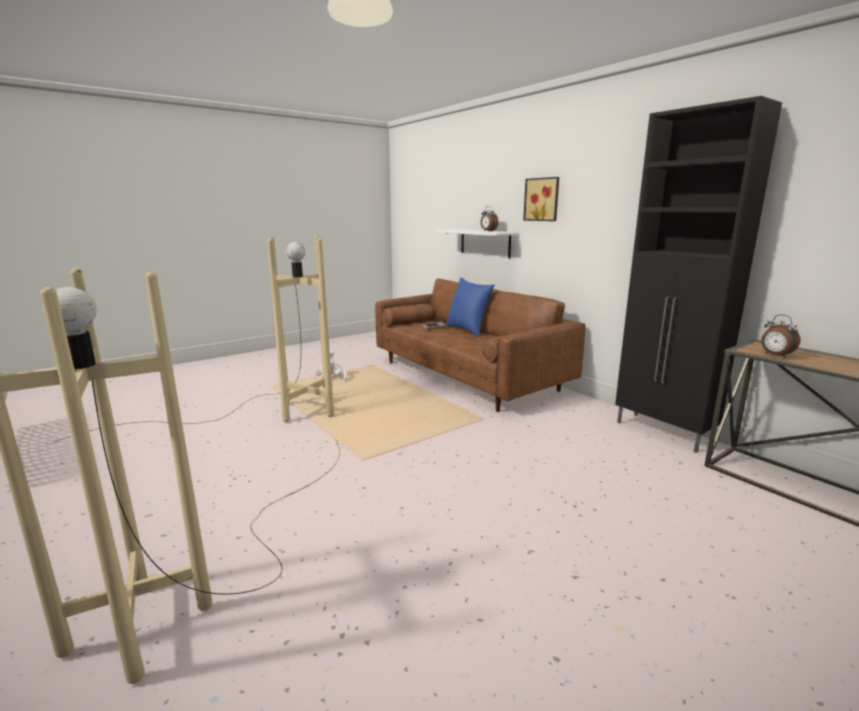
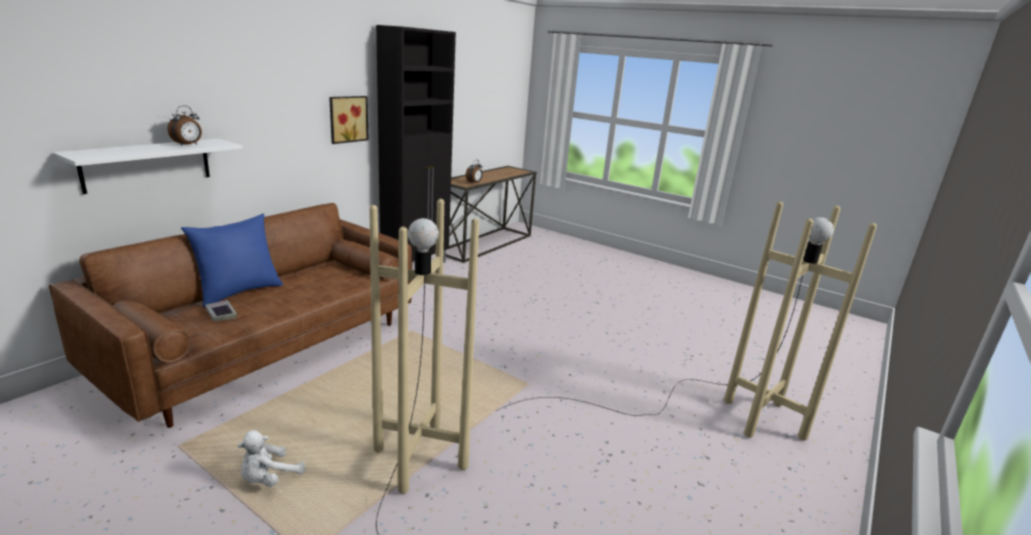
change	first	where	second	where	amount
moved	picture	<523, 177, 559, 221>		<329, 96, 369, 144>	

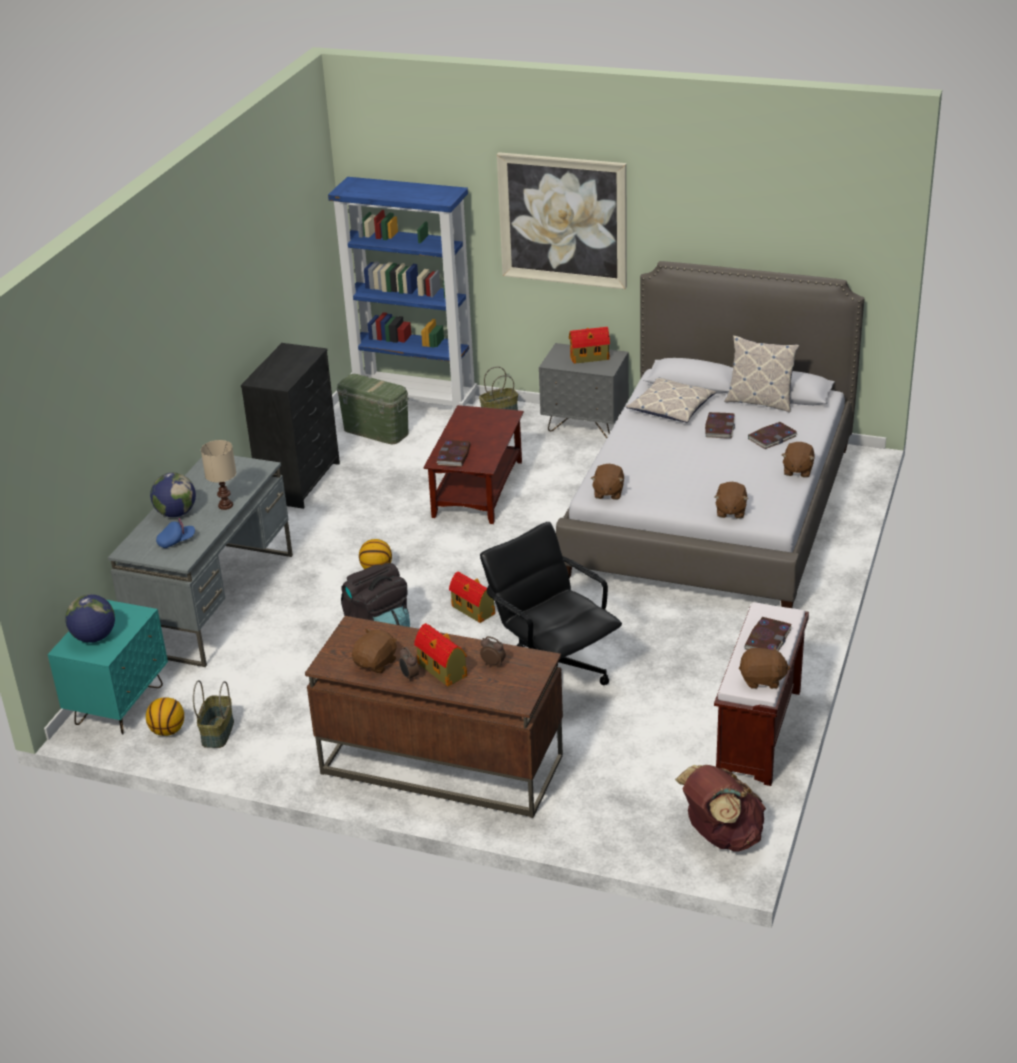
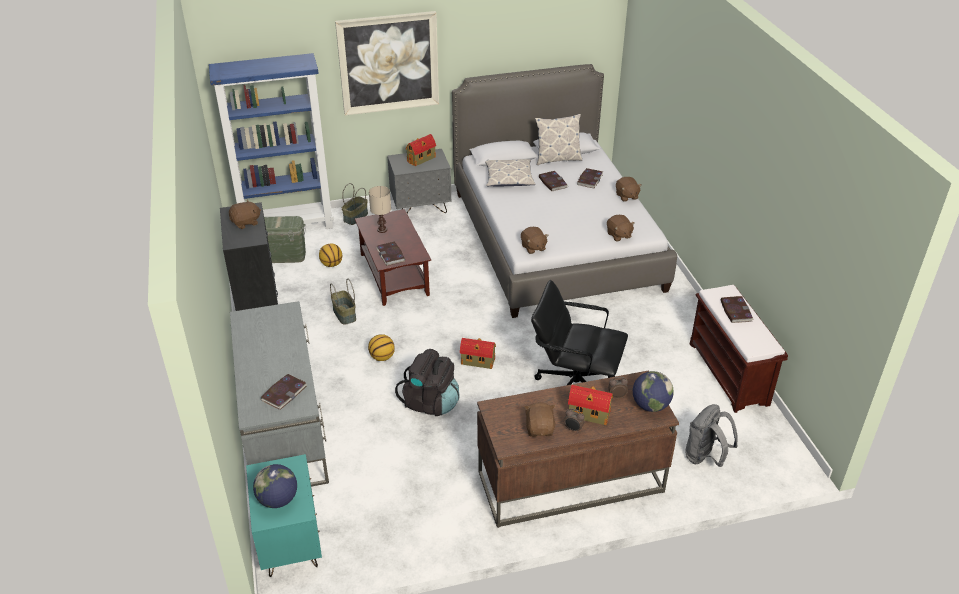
change	first	where	second	where	amount
removed	backpack in brown	<675, 765, 766, 851>			
added			backpack in grey	<685, 404, 738, 467>	
moved	basketball	<146, 697, 184, 736>		<319, 243, 342, 267>	
moved	globe	<150, 473, 196, 517>		<633, 371, 674, 412>	
moved	basket	<193, 680, 234, 748>		<330, 278, 356, 325>	
moved	table lamp in beige	<201, 440, 236, 510>		<369, 186, 391, 233>	
moved	plush toy in brown	<739, 646, 790, 689>		<229, 199, 261, 229>	
replaced	cap in blue	<156, 518, 195, 548>	book	<261, 374, 307, 410>	

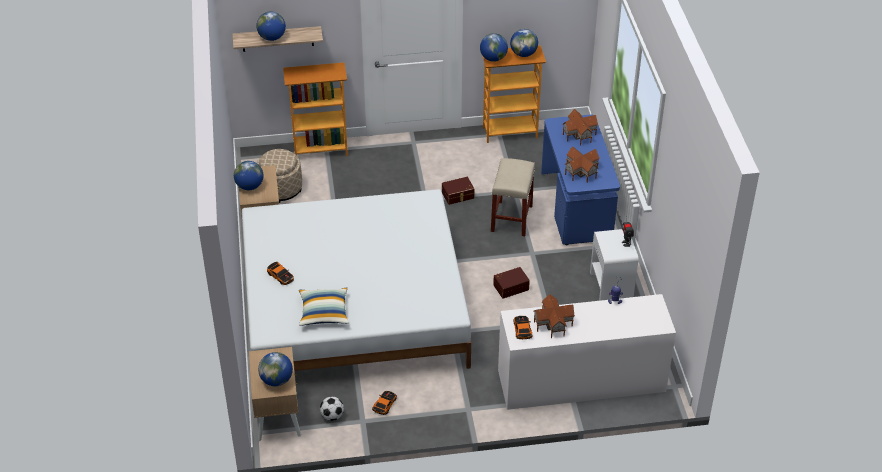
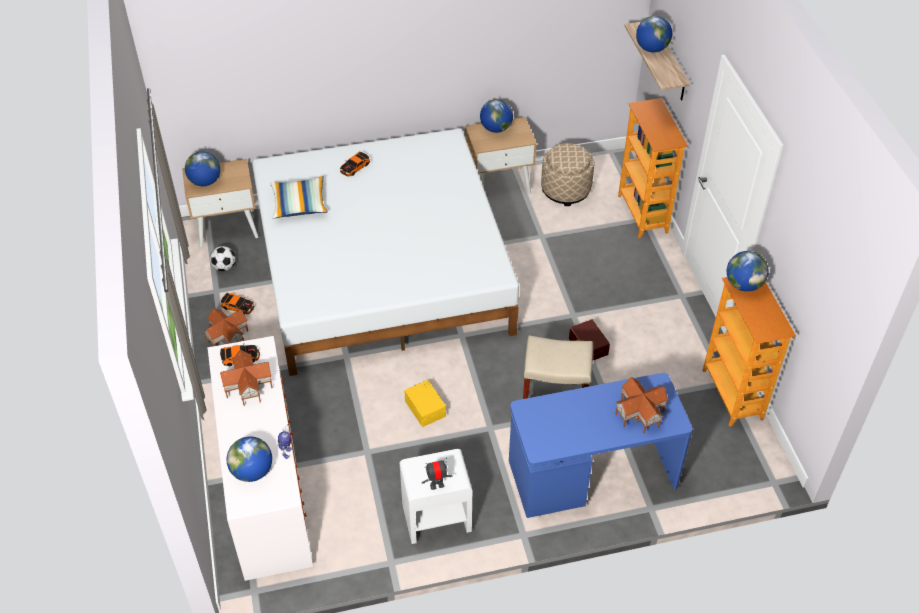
change	first	where	second	where	amount
moved	globe	<510, 29, 538, 57>		<227, 436, 272, 482>	
moved	toy house	<565, 146, 600, 183>		<203, 308, 248, 346>	
recoloured	storage box in brown	<493, 267, 530, 299>	storage box in yellow	<405, 380, 446, 427>	

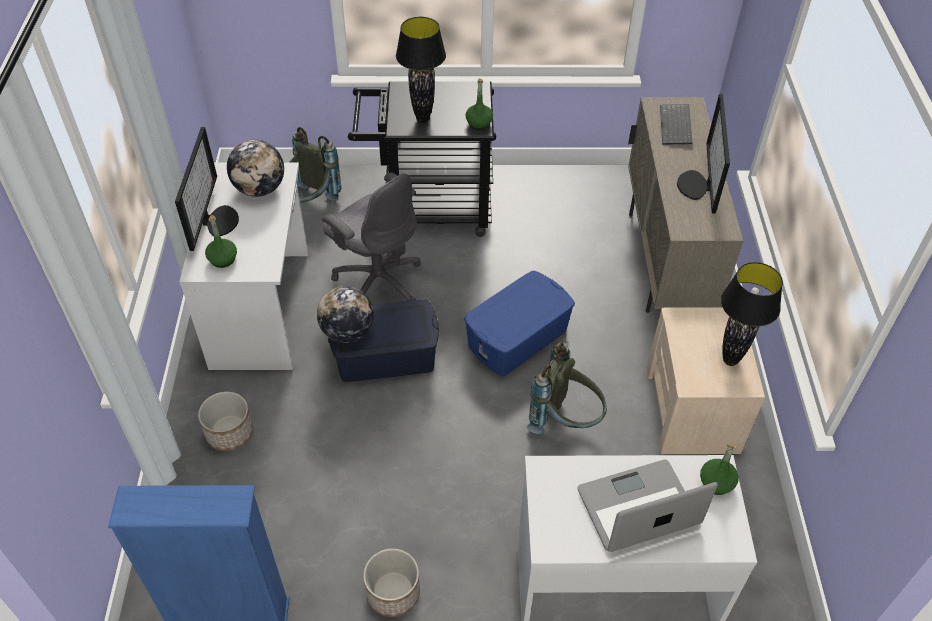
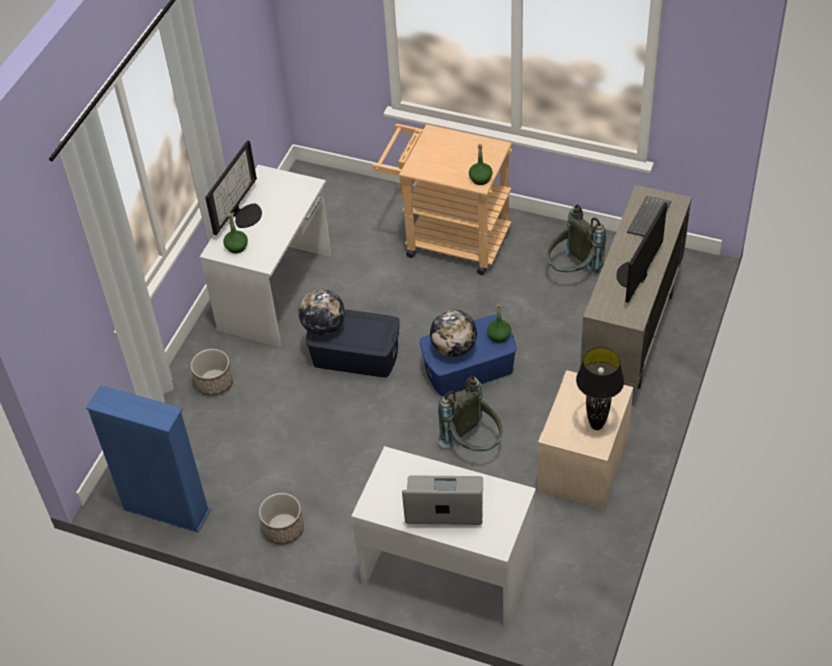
change	first	where	second	where	amount
removed	office chair in grey	<322, 173, 421, 301>			
removed	table lamp in black	<396, 17, 446, 123>			
moved	globe	<227, 140, 284, 197>		<430, 310, 477, 357>	
moved	backpack in grey	<290, 127, 341, 203>		<547, 205, 606, 274>	
moved	bottle in green	<700, 442, 739, 495>		<487, 304, 511, 343>	
recoloured	cart in black	<348, 81, 496, 237>	cart in beige	<372, 124, 512, 275>	

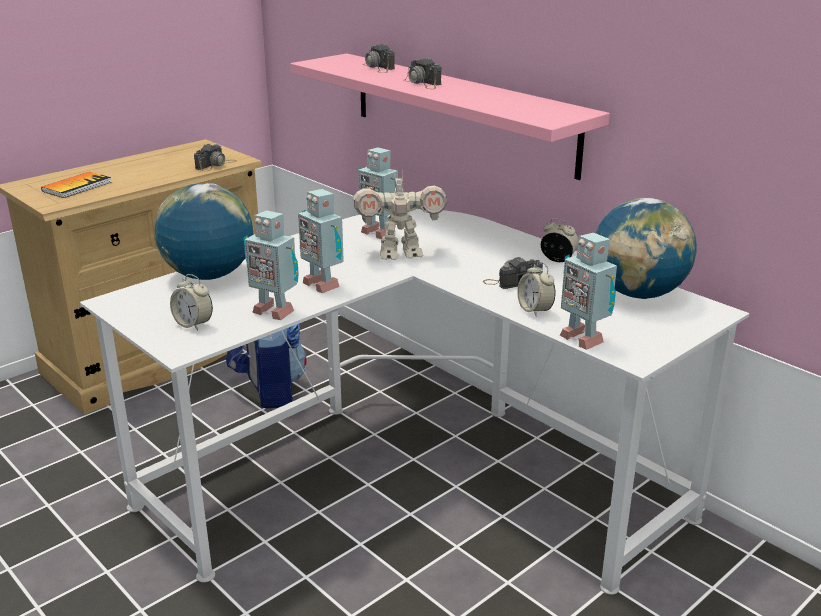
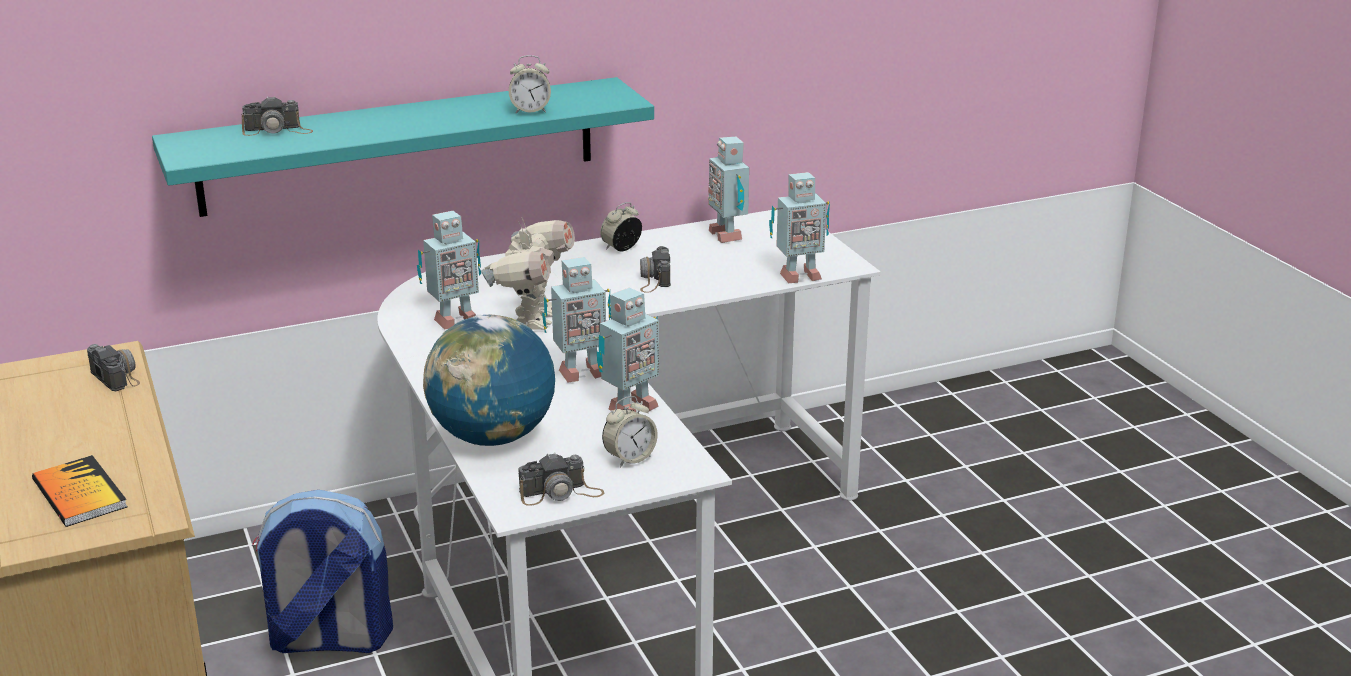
change	first	where	second	where	amount
moved	photo camera	<403, 57, 441, 89>		<518, 452, 604, 506>	
moved	alarm clock	<517, 261, 556, 316>		<509, 55, 551, 113>	
replaced	globe	<596, 198, 697, 299>	toy robot	<708, 137, 749, 243>	
recoloured	shelf in pink	<290, 53, 610, 180>	shelf in turquoise	<152, 77, 654, 217>	

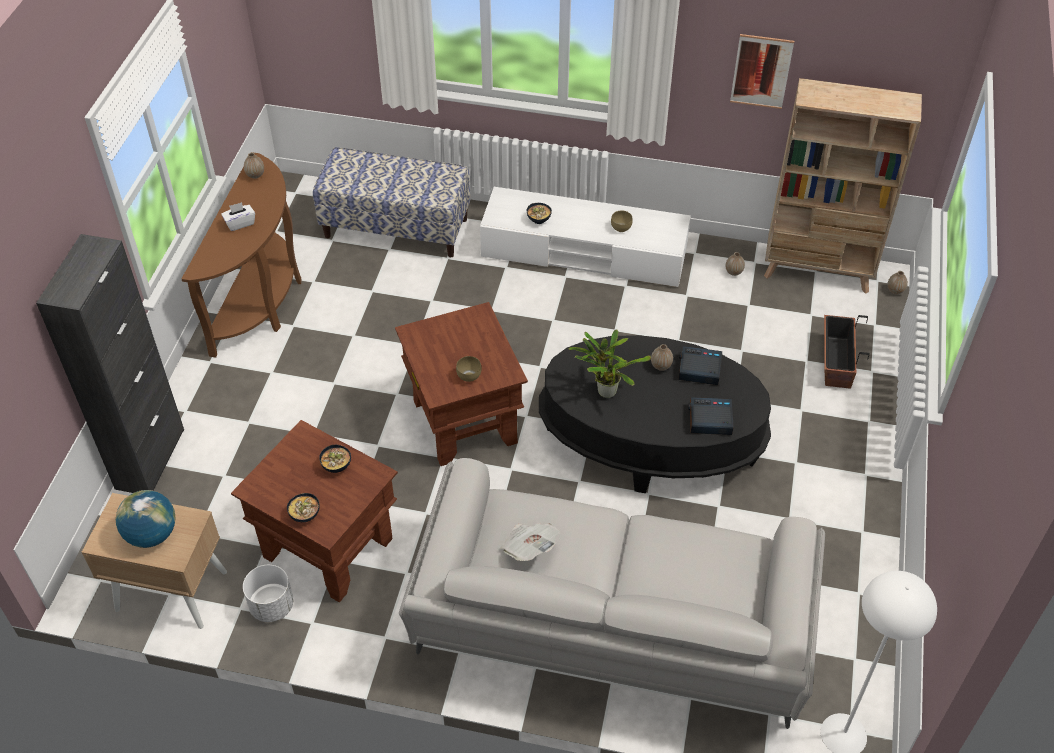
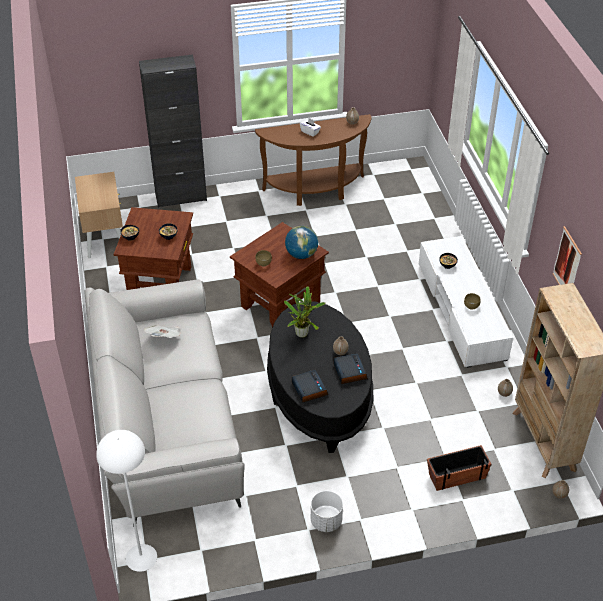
change	first	where	second	where	amount
removed	bench	<313, 147, 470, 257>			
moved	globe	<116, 490, 176, 548>		<285, 226, 318, 259>	
moved	planter in white	<243, 565, 293, 622>		<311, 491, 343, 532>	

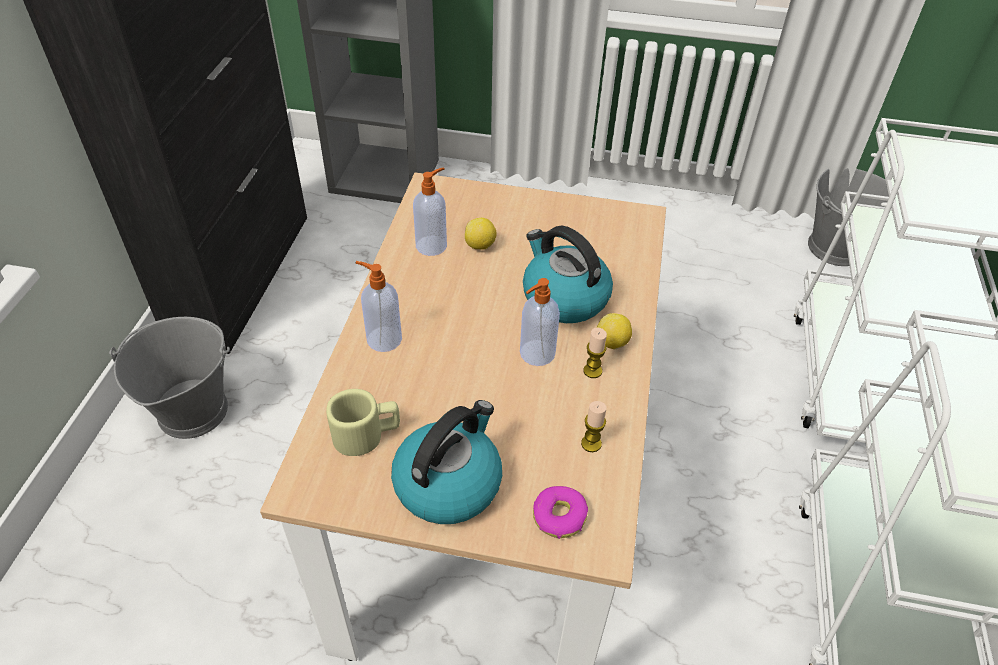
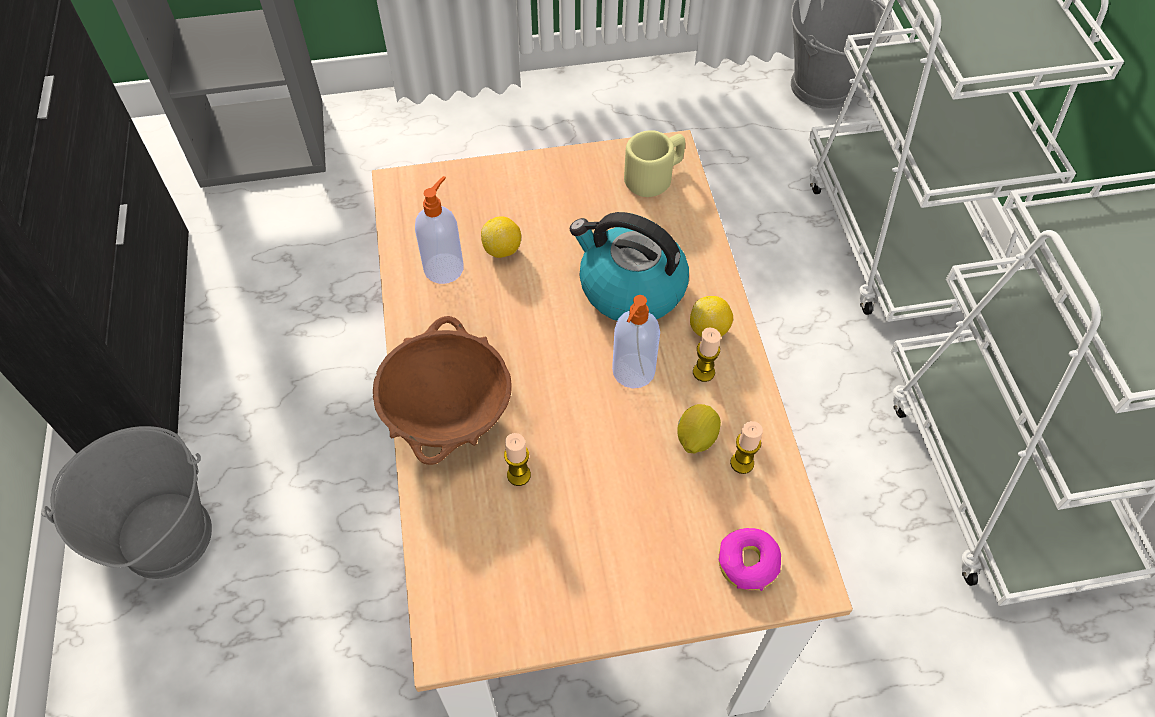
change	first	where	second	where	amount
removed	kettle	<391, 400, 502, 524>			
added			candle	<504, 433, 531, 486>	
added			lemon	<677, 404, 721, 453>	
moved	mug in beige	<326, 389, 400, 456>		<624, 130, 685, 197>	
replaced	soap dispenser	<355, 261, 402, 352>	bowl in brown	<373, 316, 512, 465>	

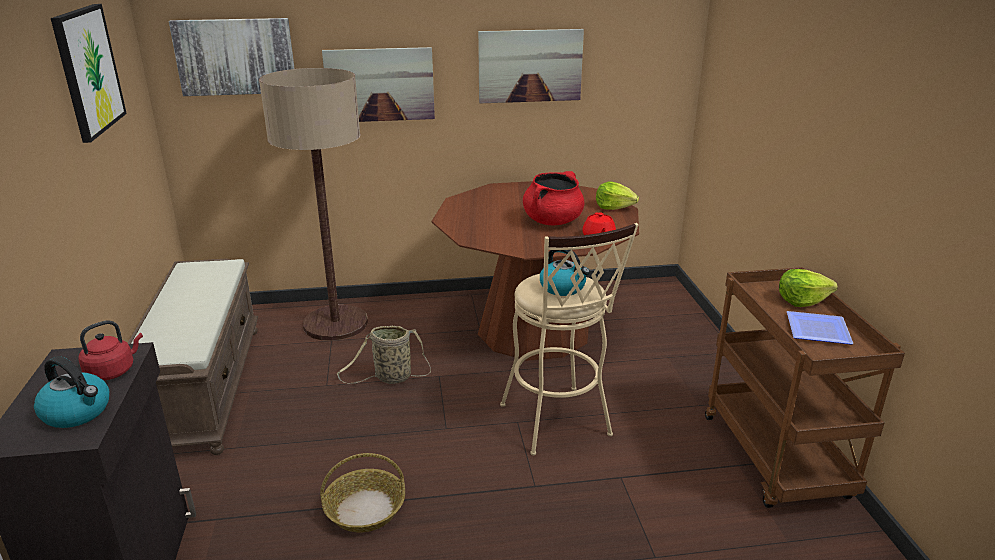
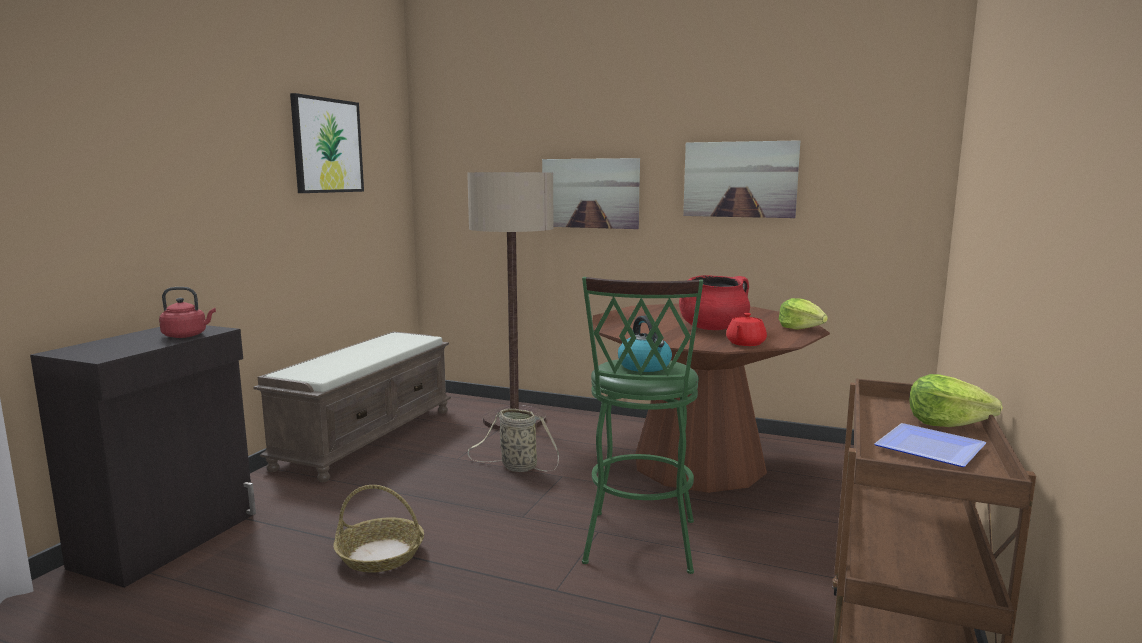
change	first	where	second	where	amount
removed	kettle	<34, 356, 109, 428>			
removed	picture	<169, 18, 295, 96>			
recoloured	stool in beige	<500, 223, 638, 455>	stool in green	<582, 277, 703, 574>	

